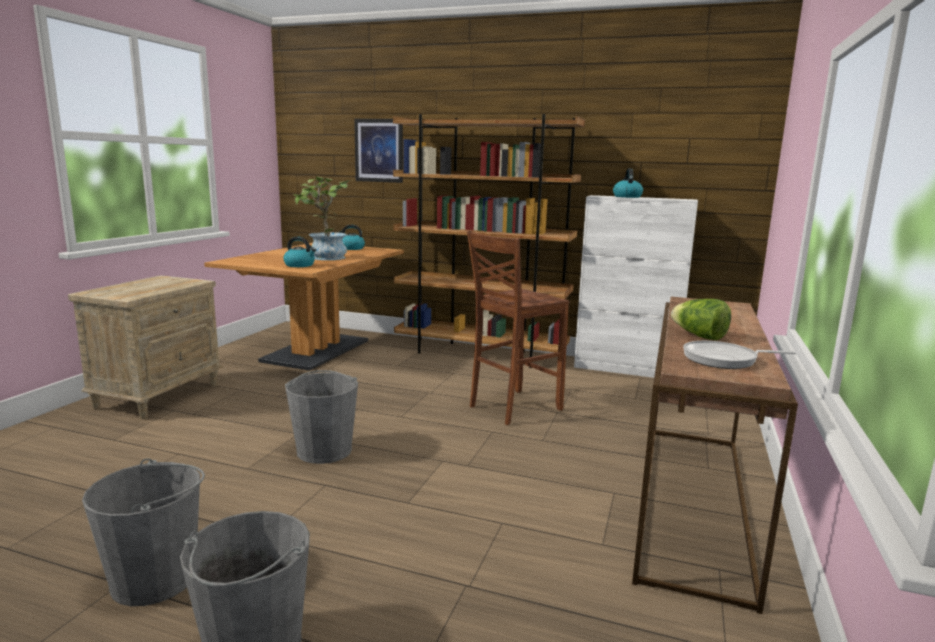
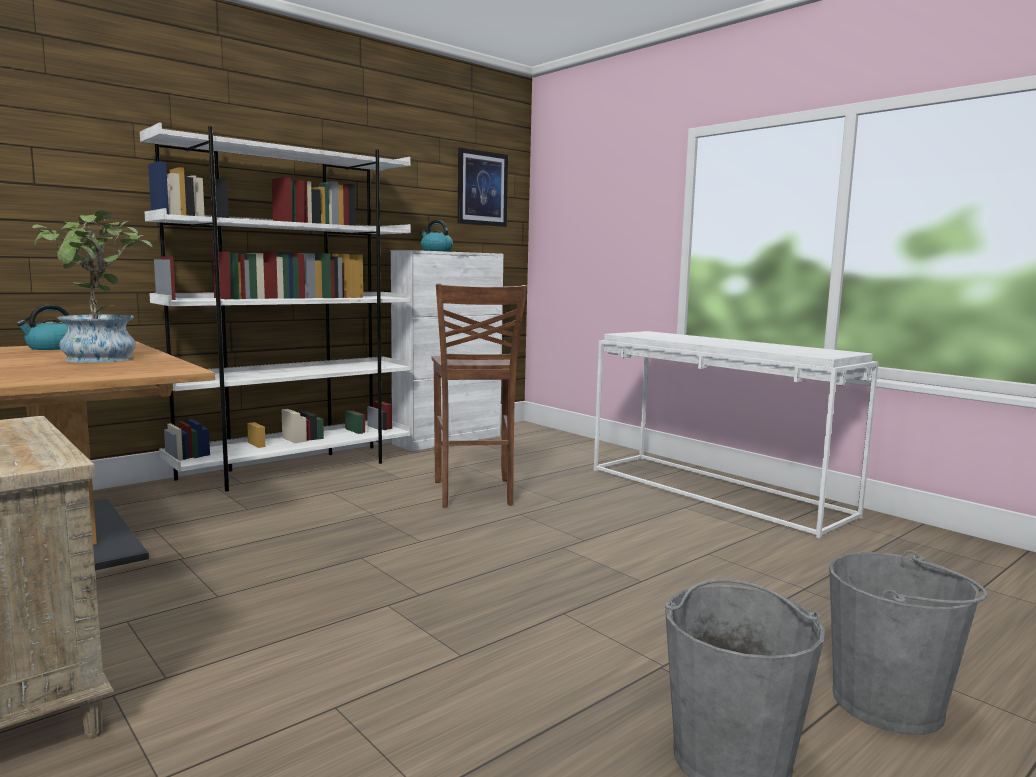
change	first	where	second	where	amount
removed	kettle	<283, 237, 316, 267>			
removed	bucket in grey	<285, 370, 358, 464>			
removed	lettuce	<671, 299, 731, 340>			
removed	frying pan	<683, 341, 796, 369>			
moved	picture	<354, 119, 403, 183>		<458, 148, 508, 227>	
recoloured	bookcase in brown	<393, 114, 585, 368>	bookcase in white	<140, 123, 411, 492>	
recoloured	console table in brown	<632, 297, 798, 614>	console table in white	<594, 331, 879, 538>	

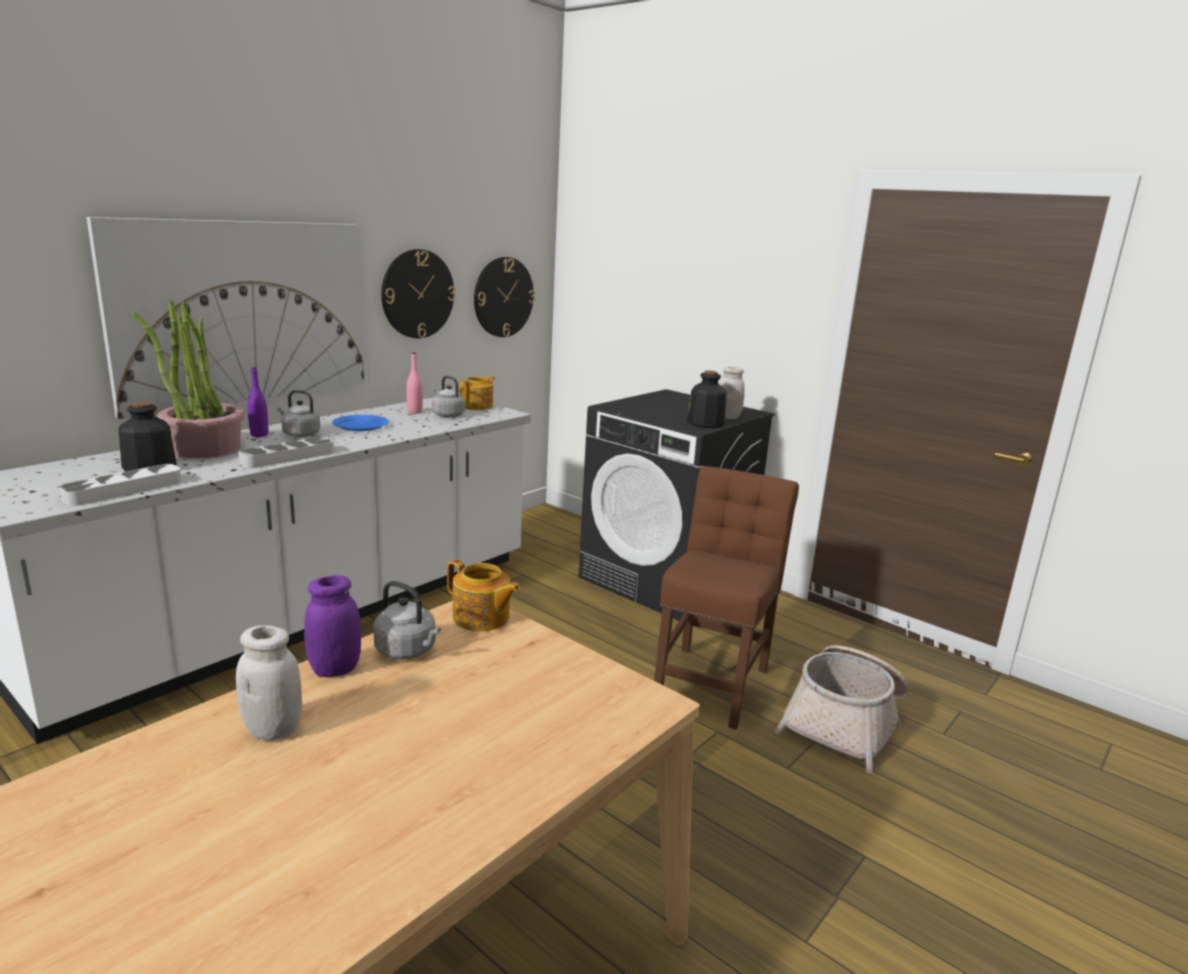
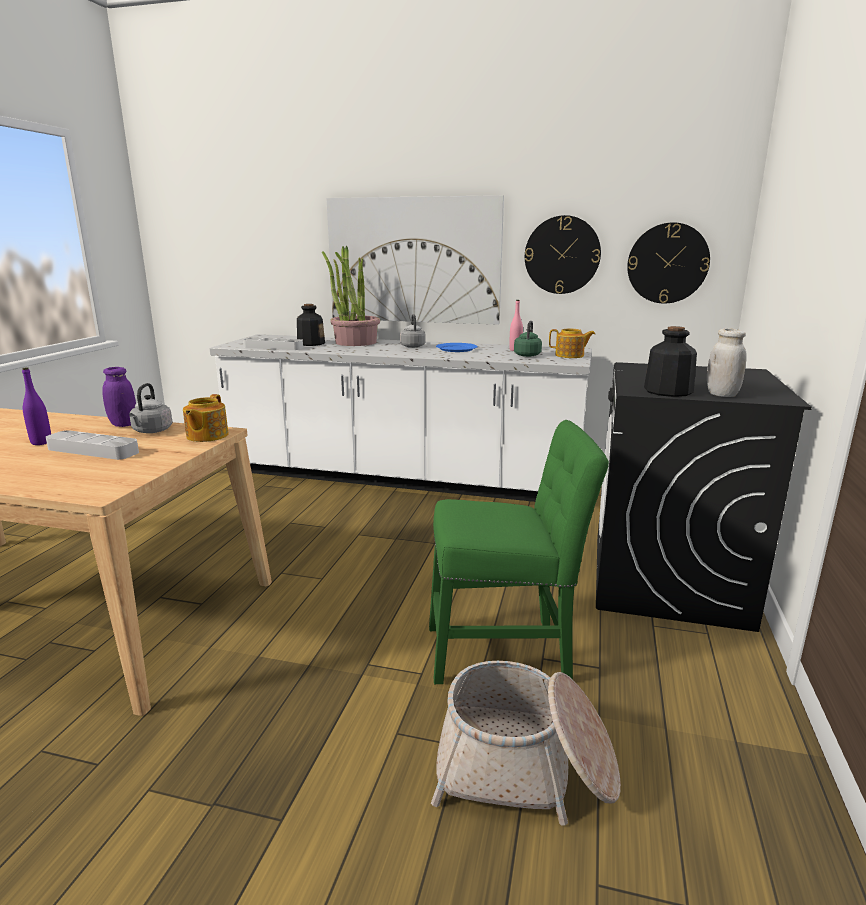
change	first	where	second	where	amount
removed	jar in white	<236, 625, 302, 741>			
moved	tray in grey	<238, 437, 334, 468>		<46, 430, 139, 460>	
moved	bottle in purple	<247, 367, 269, 437>		<22, 367, 51, 445>	
recoloured	kettle in grey	<432, 376, 465, 417>	kettle in green	<514, 321, 542, 357>	
recoloured	chair in brown	<654, 466, 799, 730>	chair in green	<429, 420, 609, 684>	

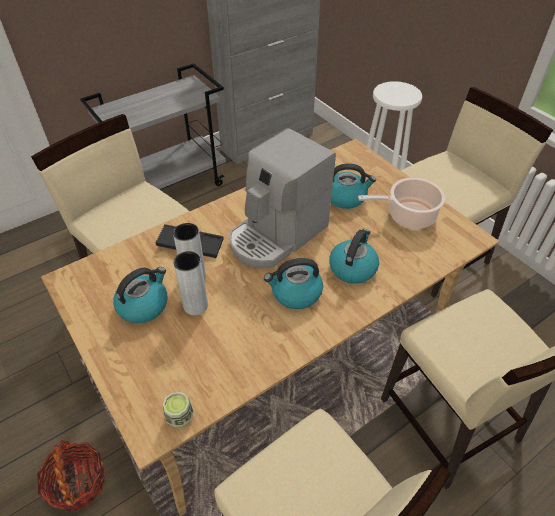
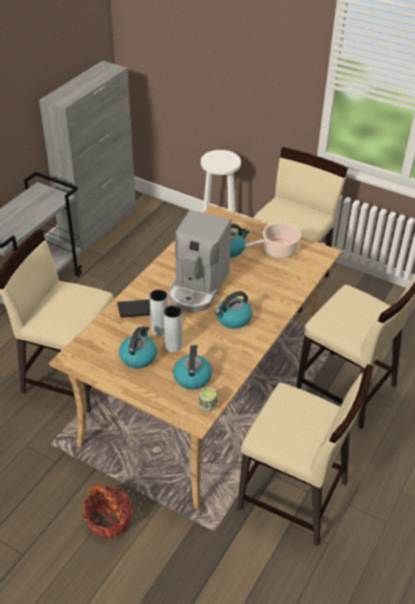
change	first	where	second	where	amount
moved	kettle	<329, 229, 379, 284>		<173, 345, 212, 389>	

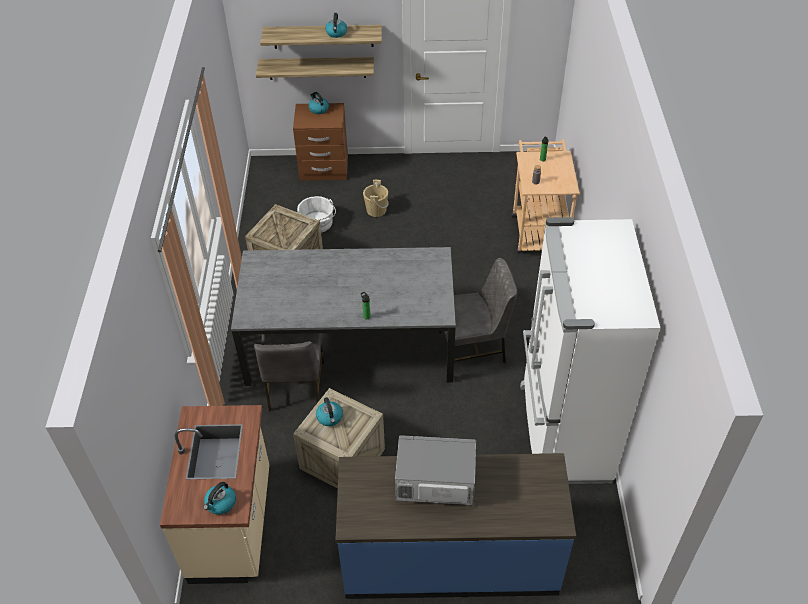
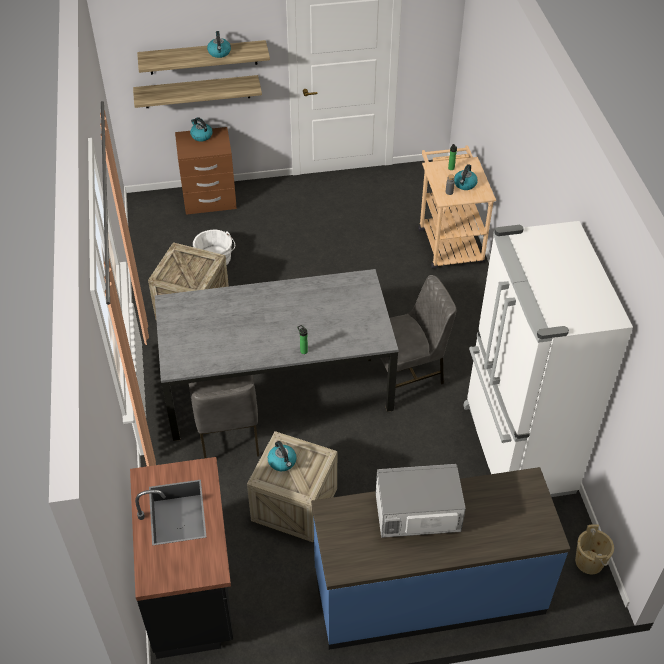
change	first	where	second	where	amount
moved	kettle	<203, 482, 236, 515>		<454, 164, 478, 190>	
moved	bucket in beige	<363, 180, 389, 217>		<575, 524, 614, 574>	
recoloured	counter in beige	<160, 405, 269, 584>	counter in black	<130, 457, 233, 659>	

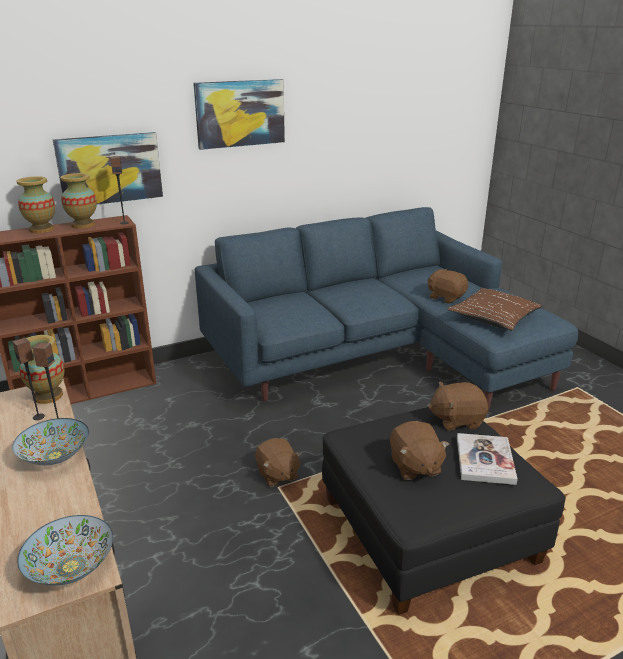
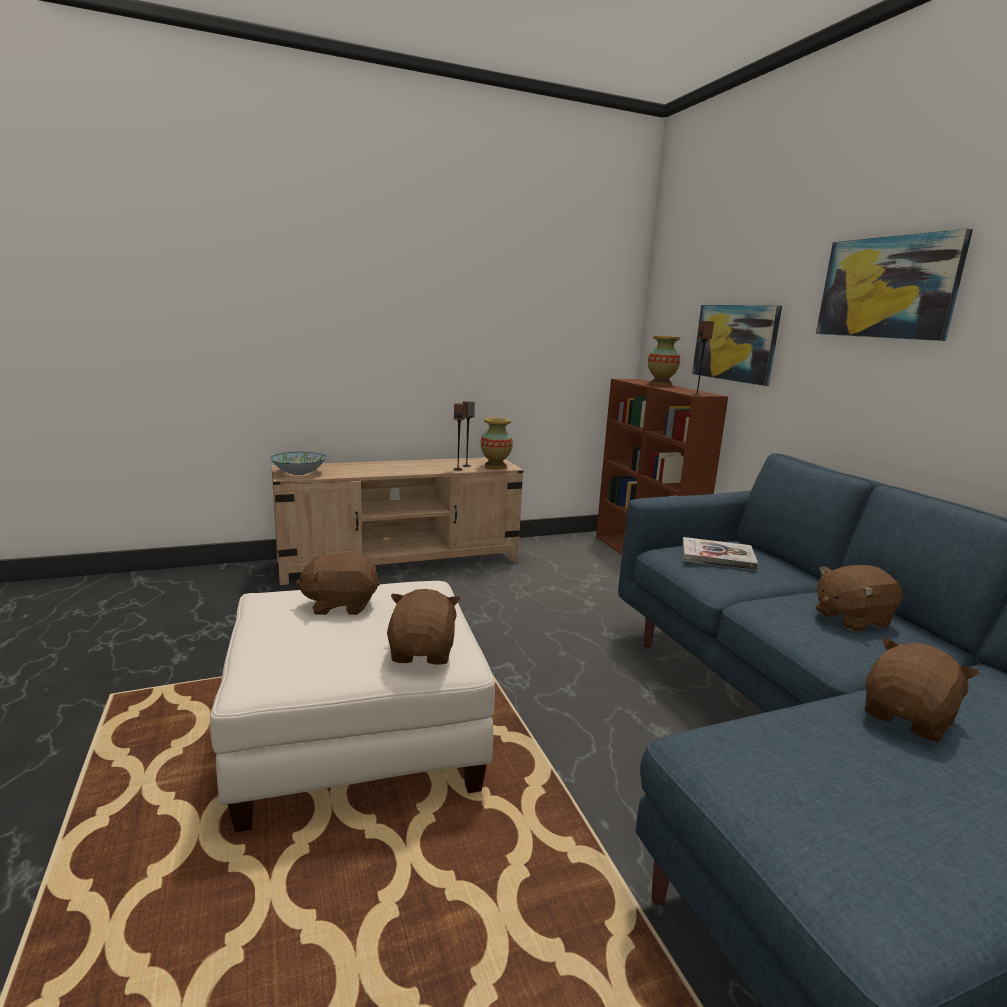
change	first	where	second	where	amount
removed	bowl	<12, 418, 89, 465>			
removed	vase	<60, 173, 97, 229>			
removed	pillow in brown	<447, 288, 542, 331>			
moved	plush toy in brown	<255, 438, 302, 487>		<816, 565, 903, 632>	
moved	book	<457, 433, 518, 485>		<682, 537, 758, 570>	
recoloured	ottoman in black	<322, 407, 566, 615>	ottoman in white	<210, 581, 495, 833>	

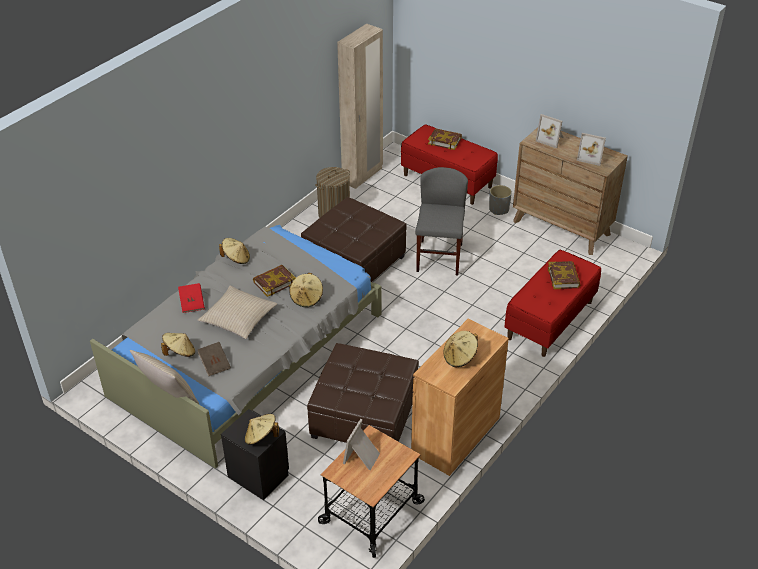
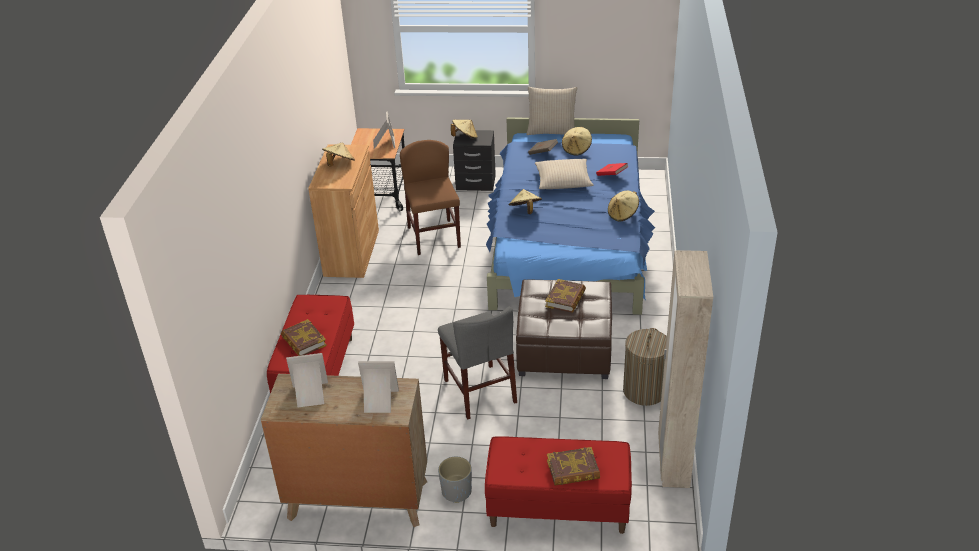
change	first	where	second	where	amount
moved	book	<253, 265, 296, 297>		<545, 279, 586, 313>	
replaced	ottoman in brown	<307, 343, 419, 443>	chair in brown	<400, 140, 461, 255>	
recoloured	bed in grey	<90, 225, 381, 469>	bed in blue	<486, 117, 655, 315>	

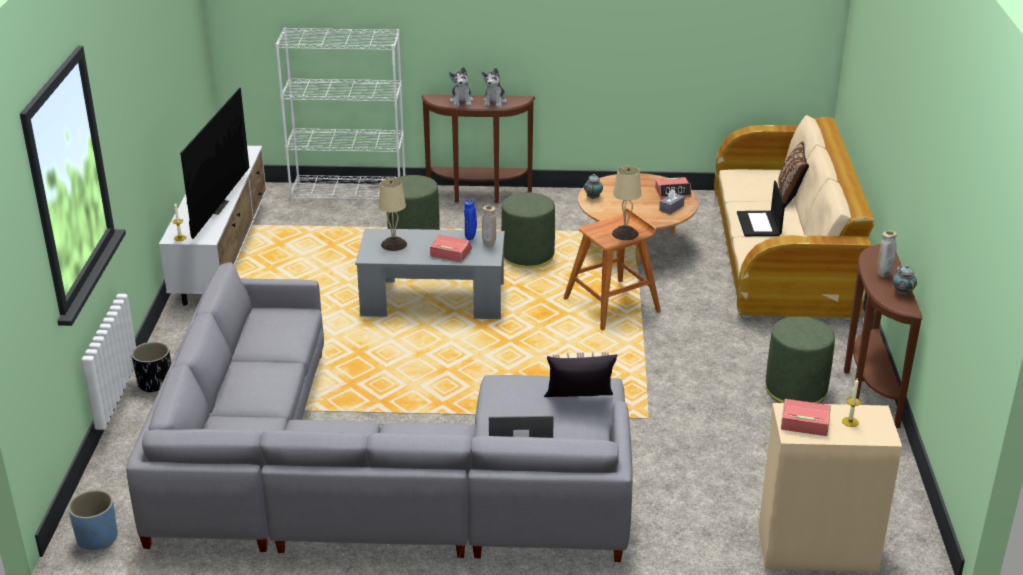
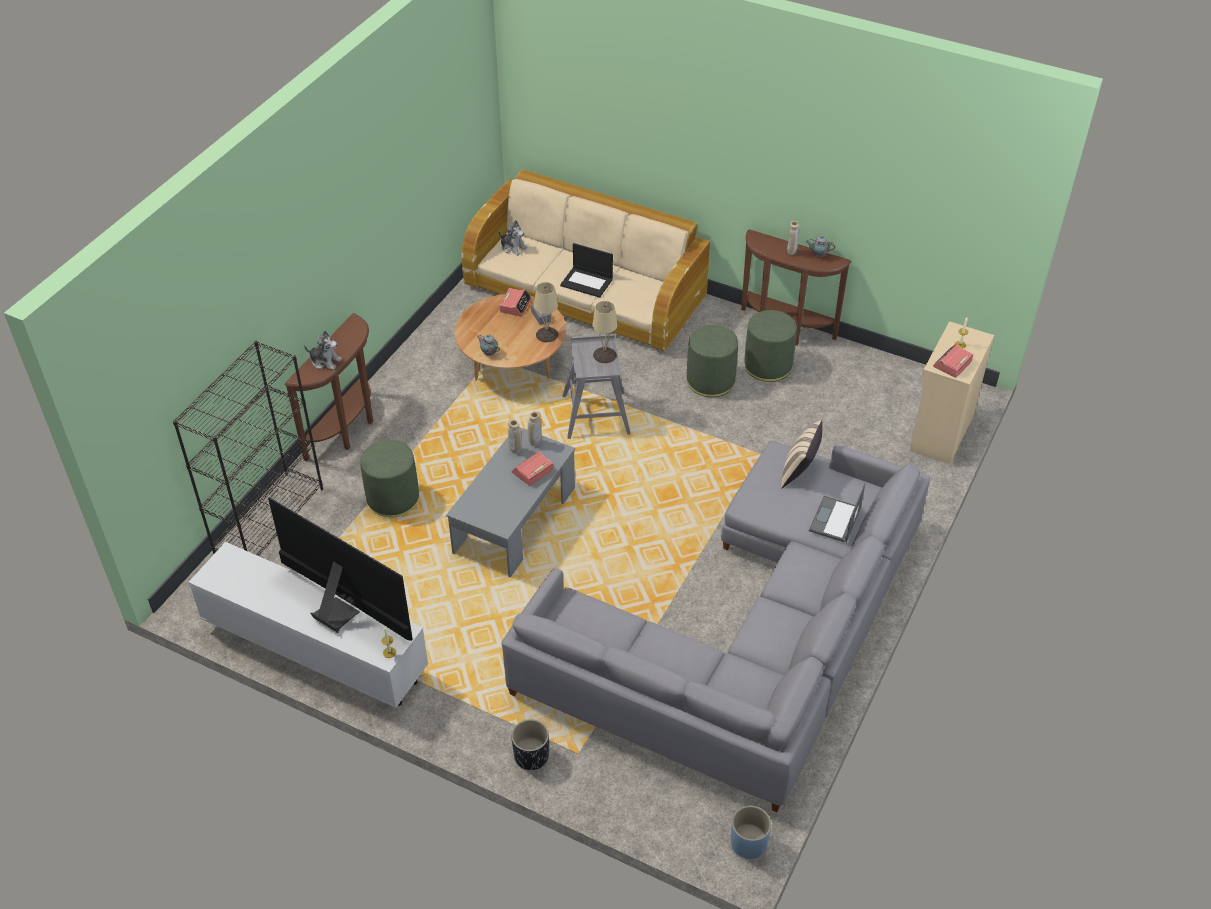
change	first	where	second	where	amount
removed	pillow in brown	<778, 142, 809, 207>			
moved	table lamp in beige	<378, 178, 407, 251>		<534, 282, 558, 342>	
moved	plush toy	<482, 68, 507, 107>		<498, 220, 527, 256>	
moved	ottoman in green	<501, 193, 555, 268>		<687, 325, 738, 397>	
recoloured	bookcase in white	<275, 28, 405, 203>	bookcase in black	<173, 341, 323, 556>	
recoloured	vase in blue	<464, 199, 477, 240>	vase in beige	<508, 419, 522, 454>	
recoloured	stool in brown	<564, 208, 661, 331>	stool in grey	<563, 334, 631, 439>	

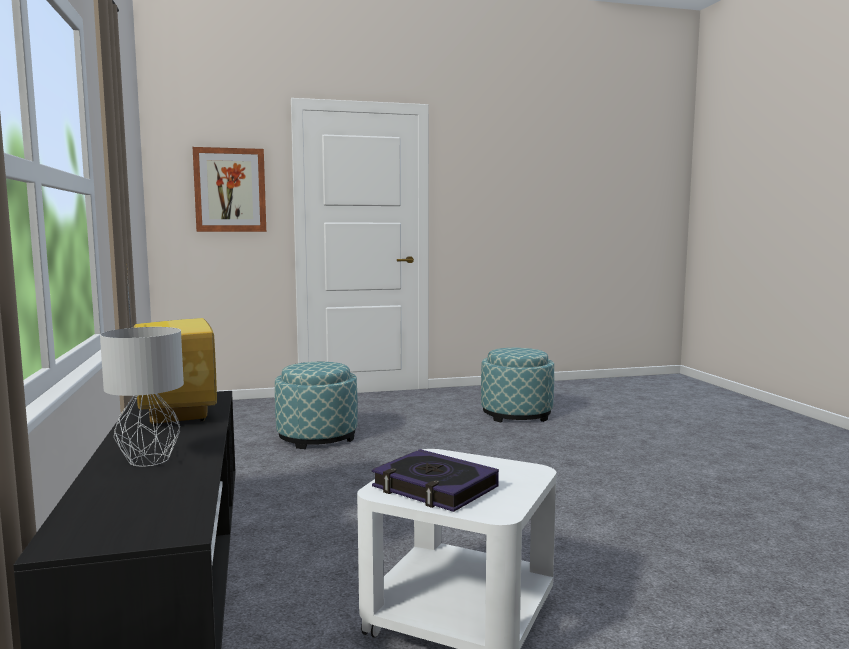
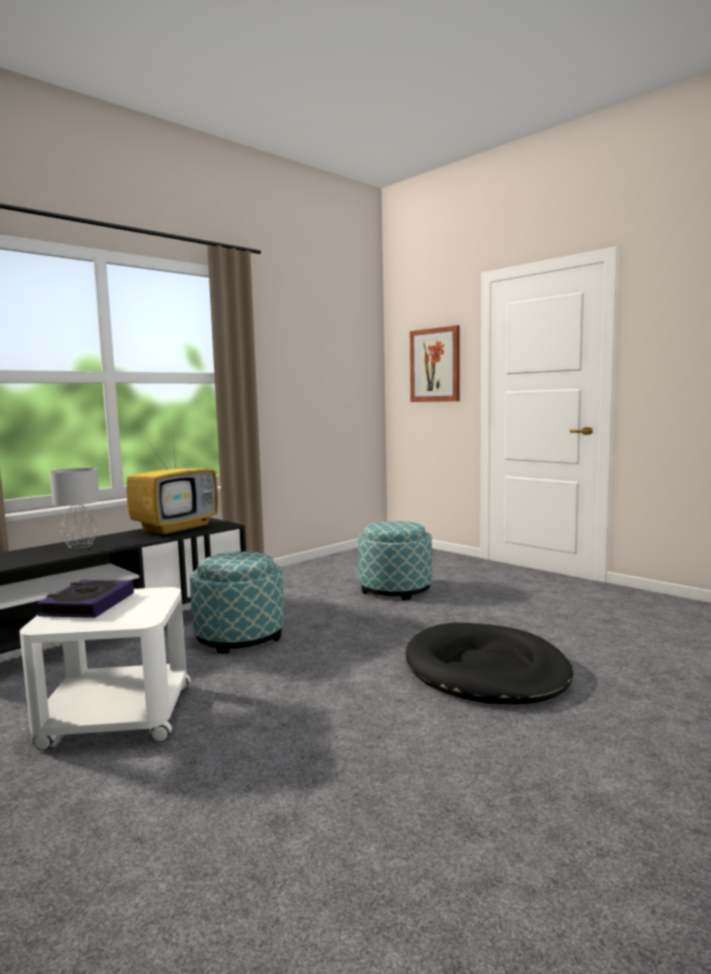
change	first	where	second	where	amount
added			dog bed in black	<406, 622, 573, 704>	
moved	ottoman	<481, 348, 554, 422>		<190, 552, 284, 654>	

